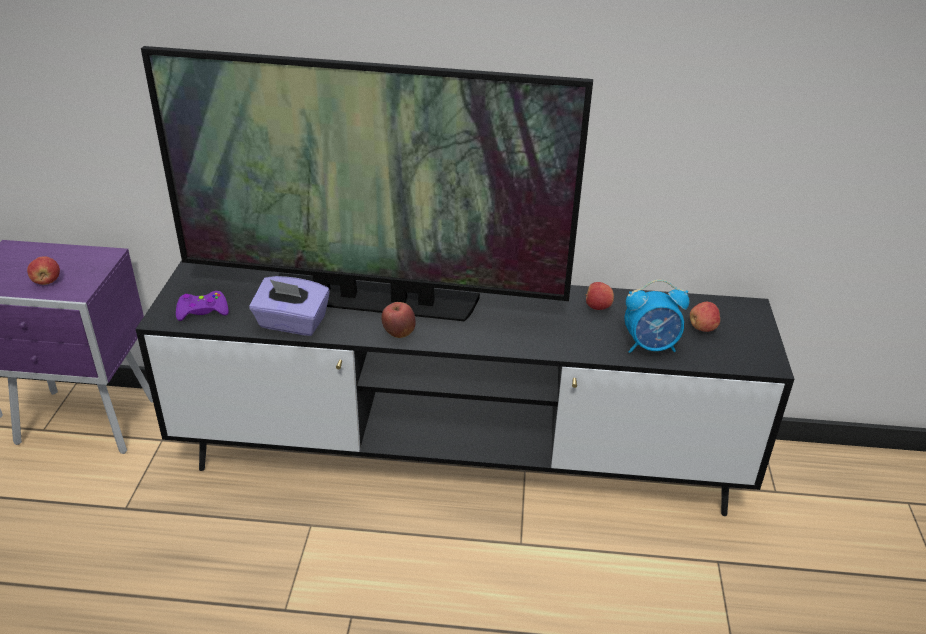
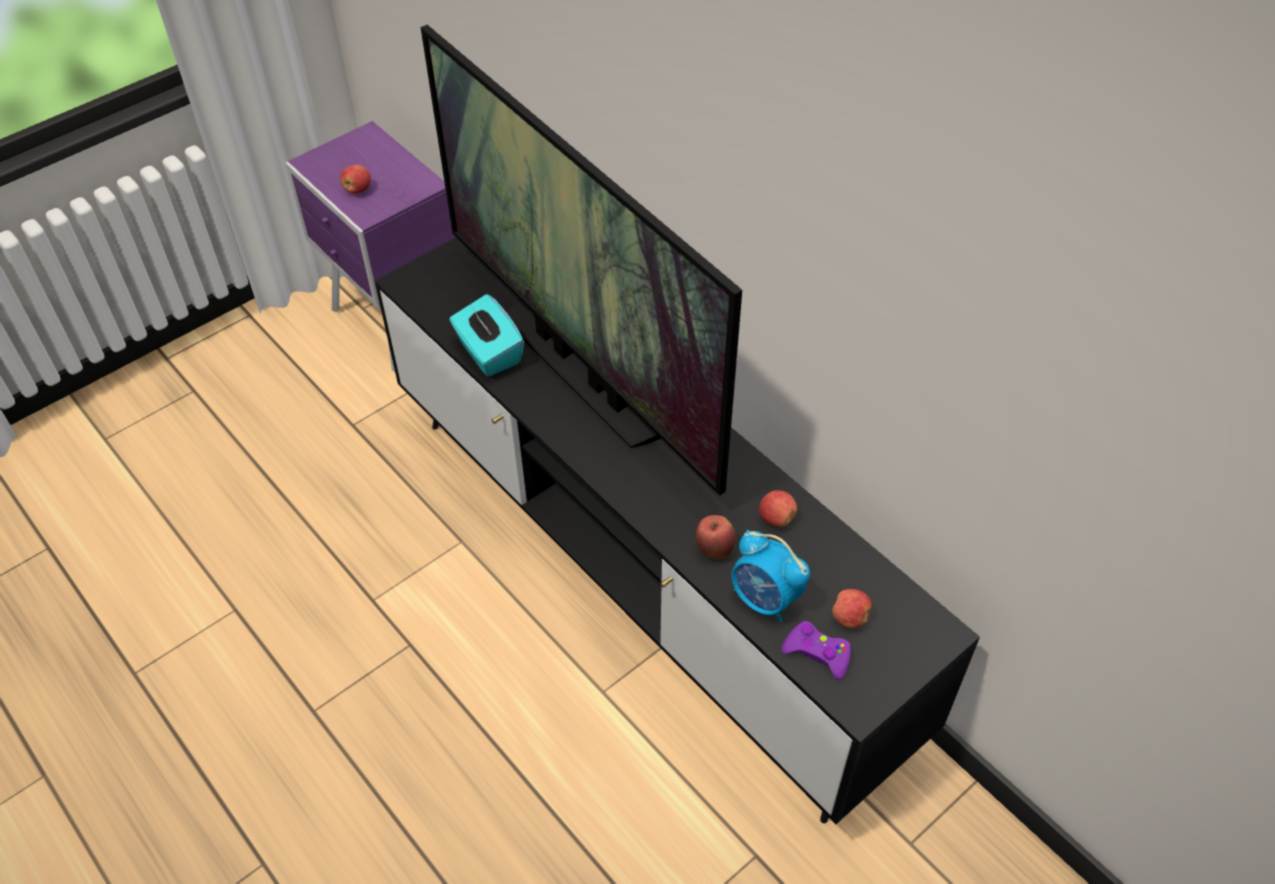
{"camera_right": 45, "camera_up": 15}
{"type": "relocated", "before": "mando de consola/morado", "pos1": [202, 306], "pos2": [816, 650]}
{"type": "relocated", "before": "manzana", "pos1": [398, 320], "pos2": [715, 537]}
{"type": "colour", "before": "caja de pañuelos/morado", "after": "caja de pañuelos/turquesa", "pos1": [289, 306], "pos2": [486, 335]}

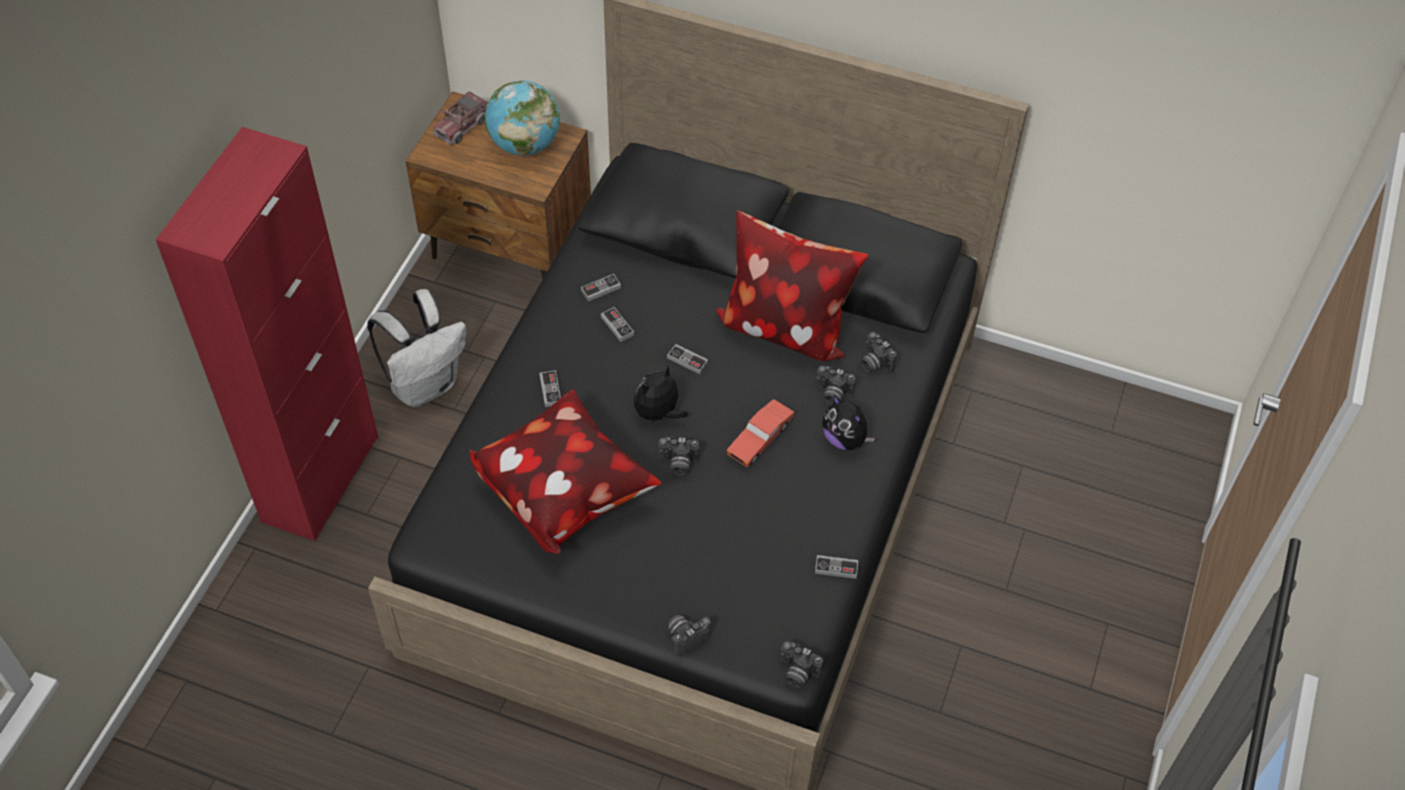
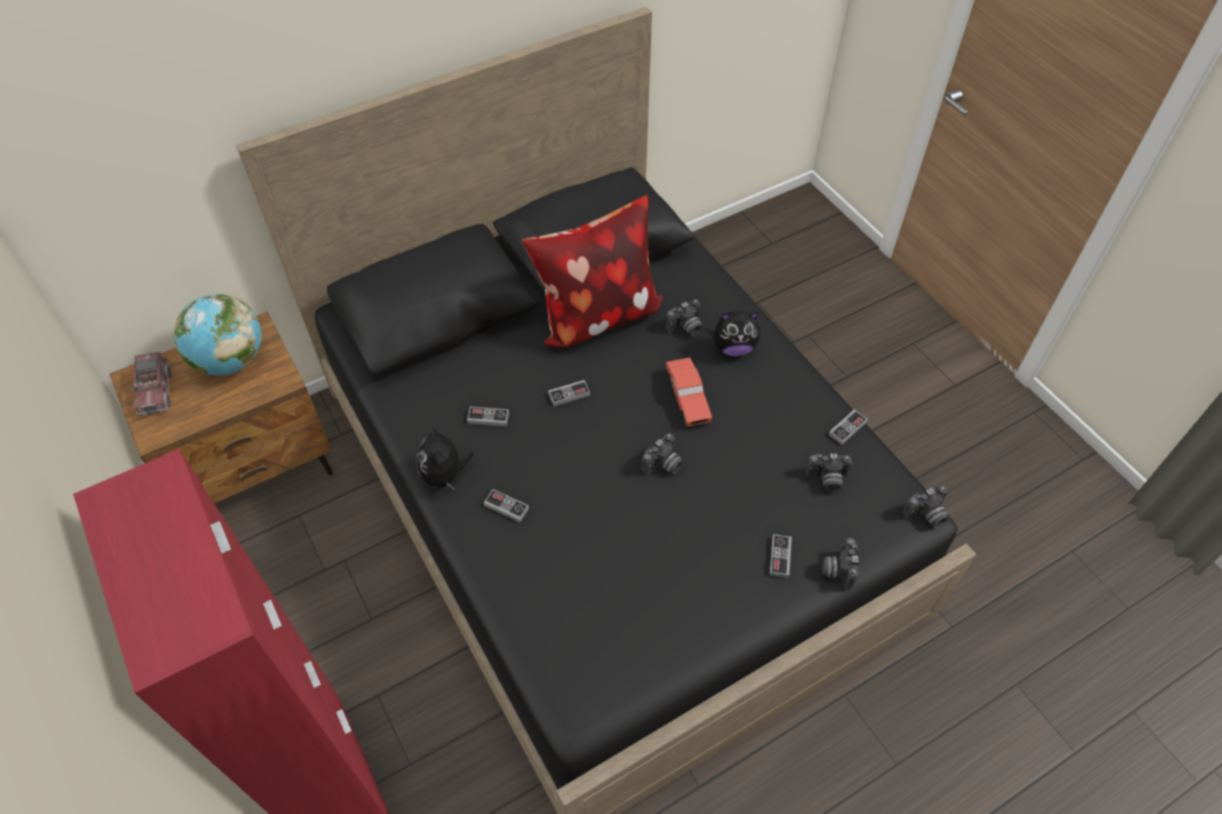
{"camera_right": -50, "camera_up": 0}
{"type": "missing", "before": "mochila/blanco", "pos1": [416, 348]}
{"type": "missing", "before": "cojín", "pos1": [565, 471]}
{"type": "relocated", "before": "mando de consola", "pos1": [601, 288], "pos2": [781, 556]}
{"type": "relocated", "before": "peluche", "pos1": [661, 396], "pos2": [445, 457]}
{"type": "relocated", "before": "cámara", "pos1": [879, 352], "pos2": [829, 472]}

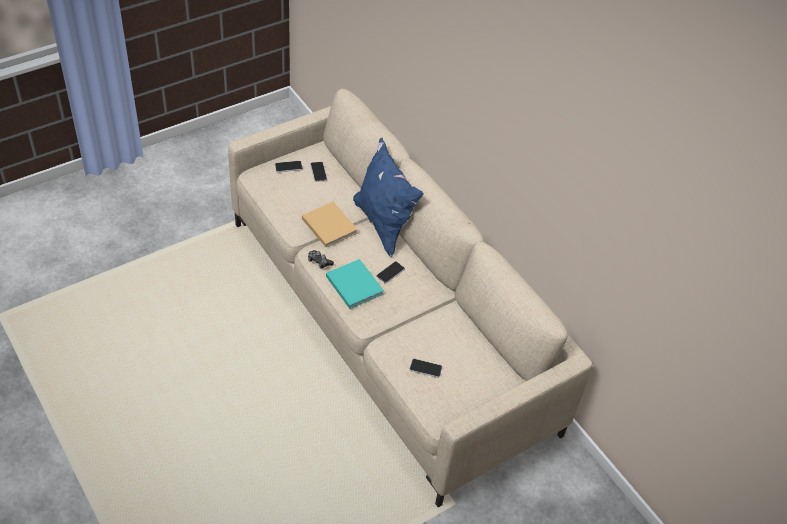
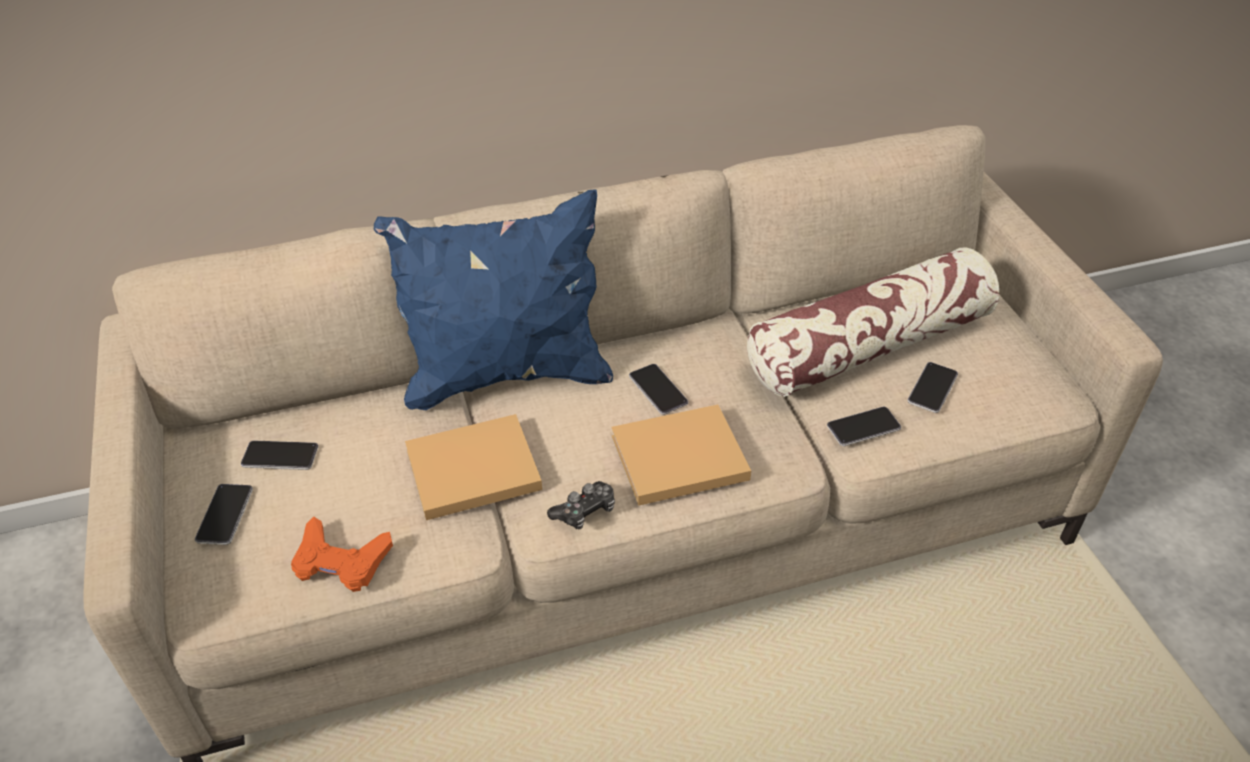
{"camera_right": -70, "camera_up": -5}
{"type": "appeared", "after": "mando de consola/naranja", "pos2": [342, 554]}
{"type": "appeared", "after": "cojín", "pos2": [873, 322]}
{"type": "appeared", "after": "móvil", "pos2": [864, 426]}
{"type": "colour", "before": "libro/turquesa", "after": "libro/beis", "pos1": [355, 284], "pos2": [681, 455]}

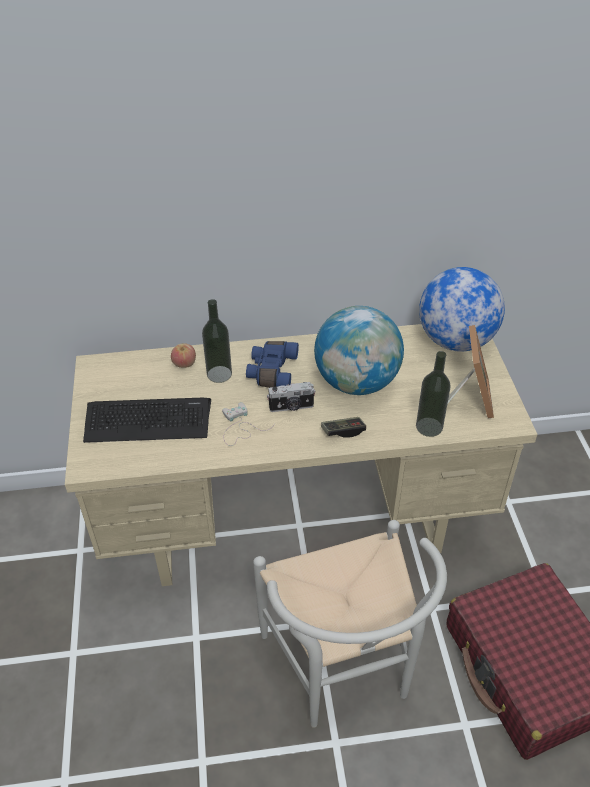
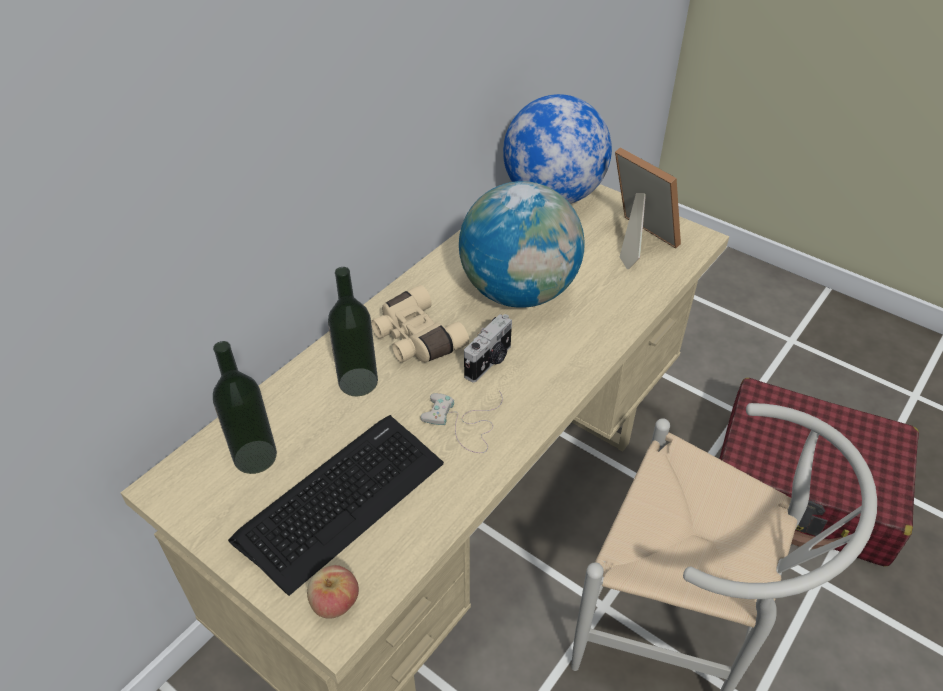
{"camera_right": -45, "camera_up": 0}
{"type": "missing", "before": "mando de consola", "pos1": [343, 427]}
{"type": "relocated", "before": "manzana", "pos1": [183, 355], "pos2": [333, 592]}
{"type": "relocated", "before": "botella", "pos1": [433, 394], "pos2": [245, 407]}
{"type": "colour", "before": "prismáticos/azul", "after": "prismáticos/beis", "pos1": [272, 364], "pos2": [420, 323]}

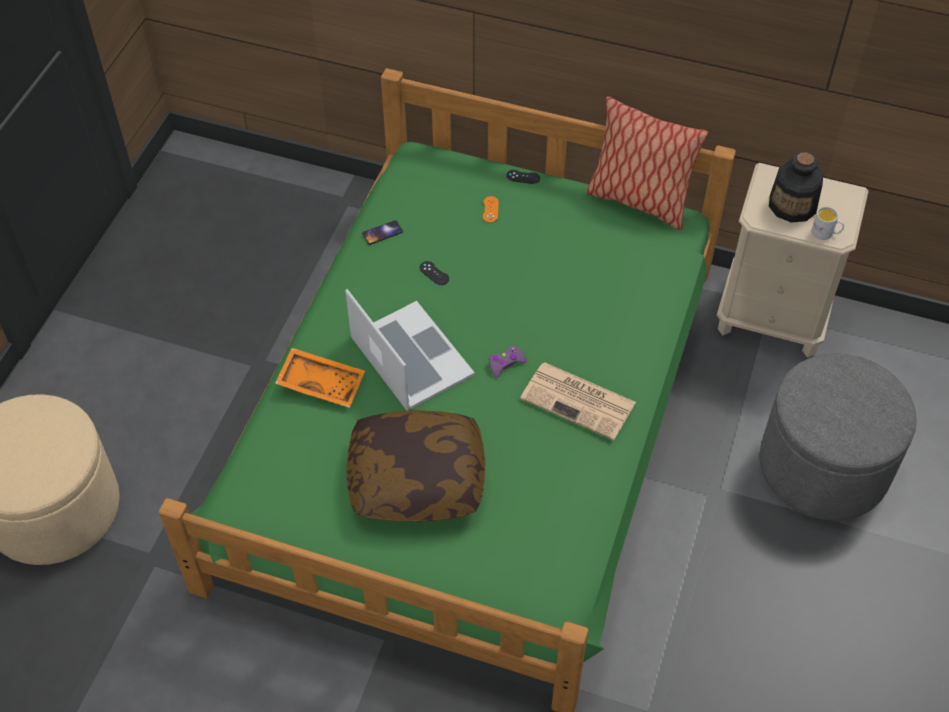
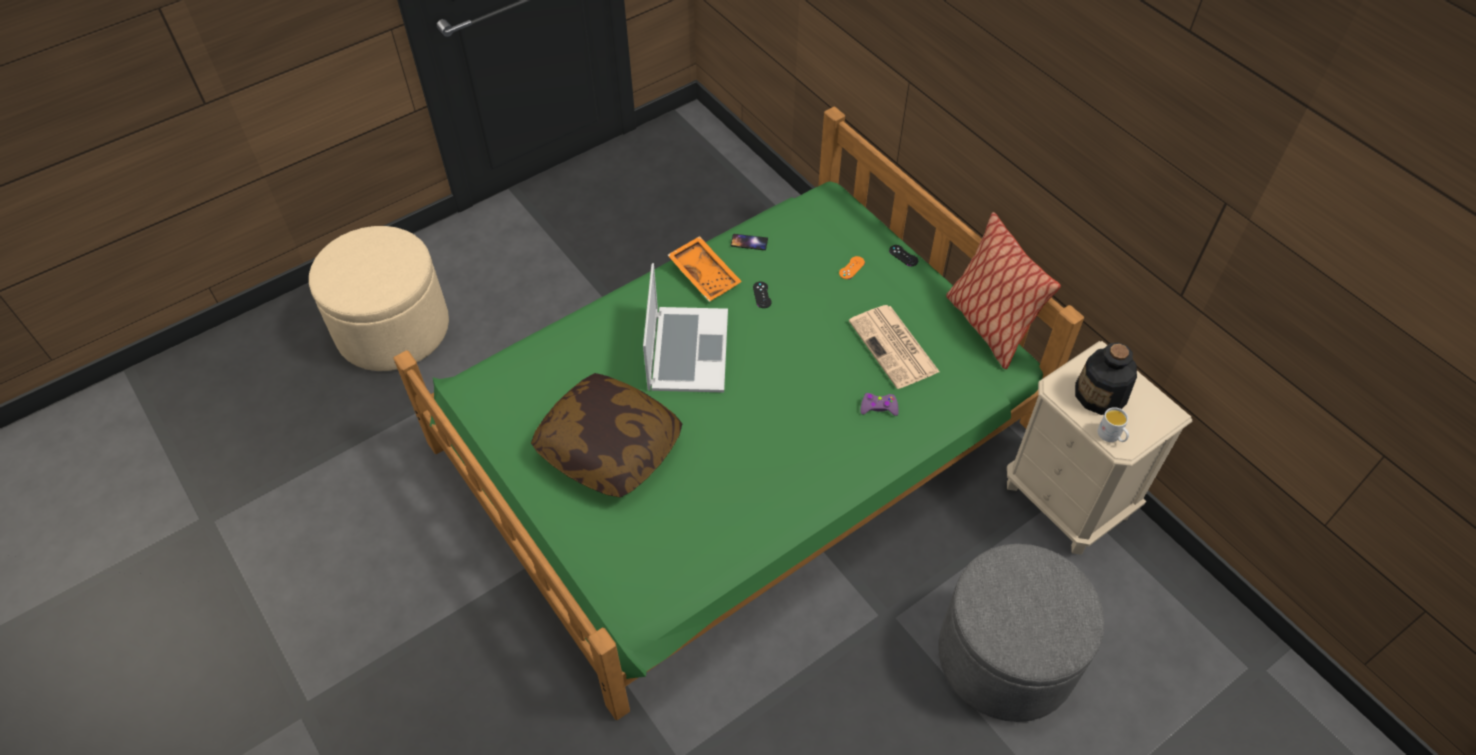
{"camera_right": 35, "camera_up": 0}
{"type": "relocated", "before": "bandeja/naranja", "pos1": [320, 378], "pos2": [705, 269]}
{"type": "relocated", "before": "mando de consola/morado", "pos1": [508, 361], "pos2": [879, 404]}
{"type": "relocated", "before": "periódico", "pos1": [578, 401], "pos2": [894, 347]}

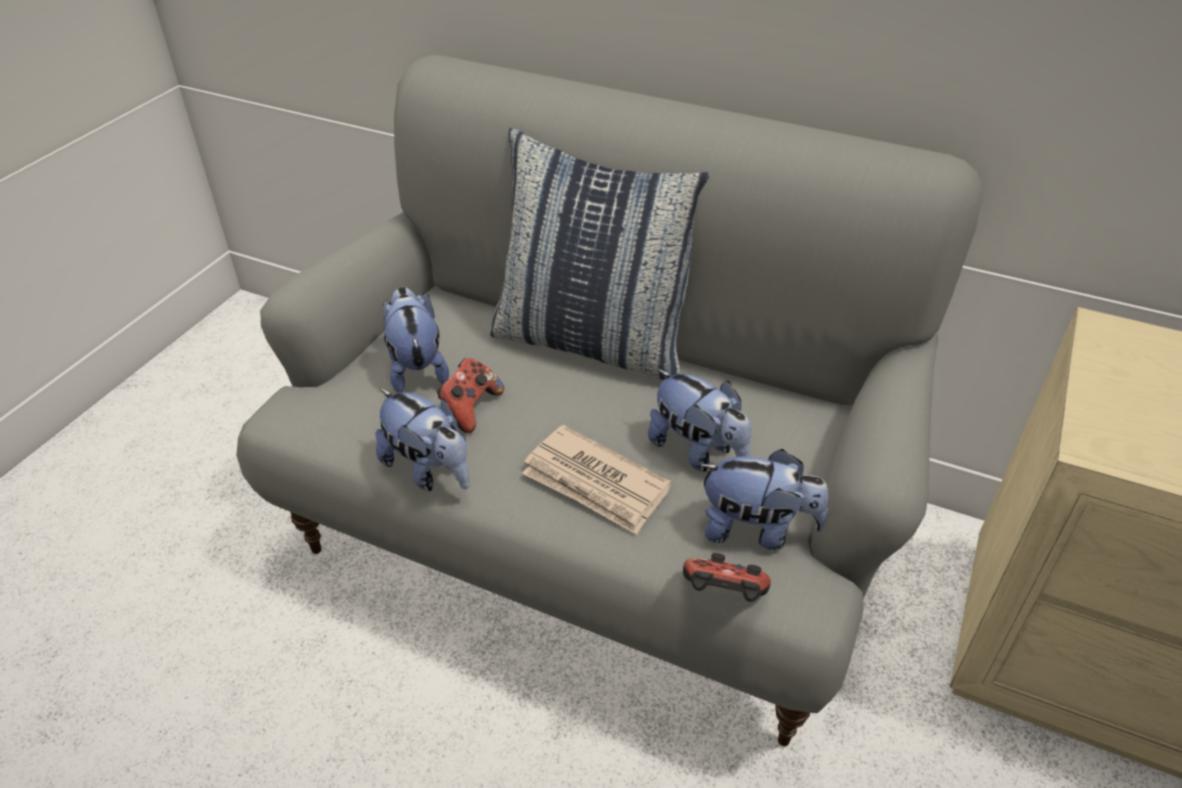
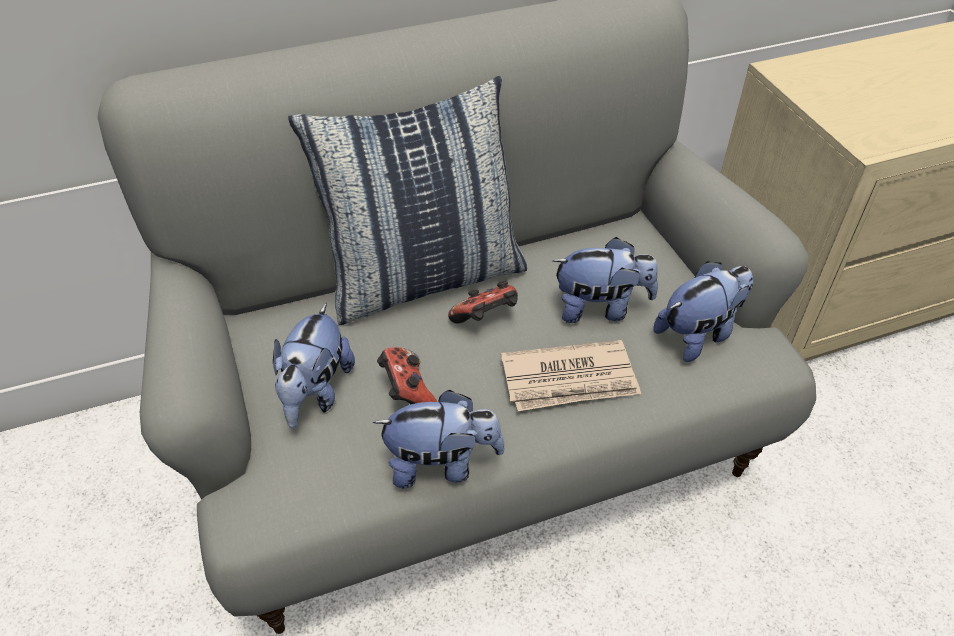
{"camera_right": -45, "camera_up": 5}
{"type": "relocated", "before": "mando de consola", "pos1": [727, 577], "pos2": [483, 302]}
{"type": "spun", "before": "peluche", "pos1": [416, 340], "pos2": [314, 365], "turn": -105}

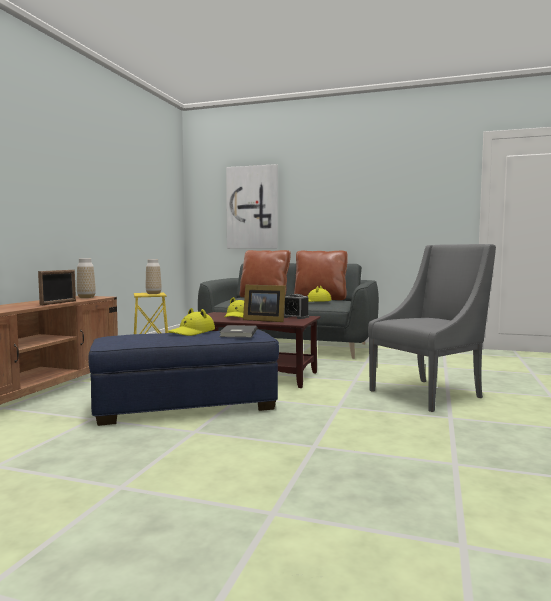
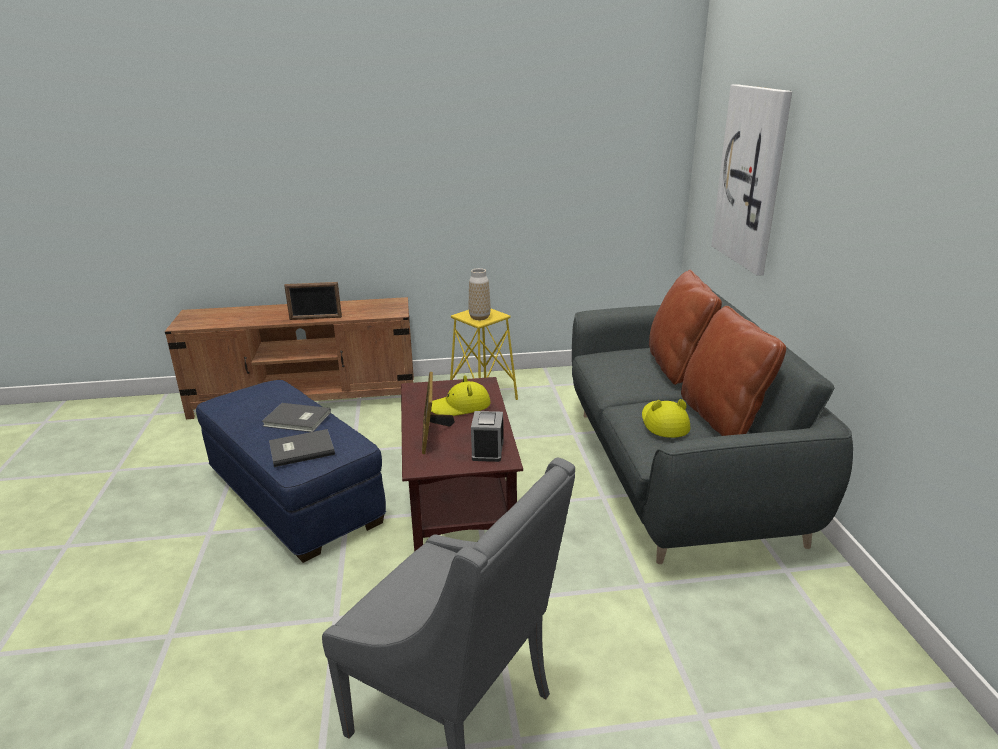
{"camera_right": 65, "camera_up": 20}
{"type": "missing", "before": "florero", "pos1": [86, 278]}
{"type": "exchanged", "before": "sombrero/amarillo", "after": "libro/gris", "pos1": [191, 322], "pos2": [296, 417]}

